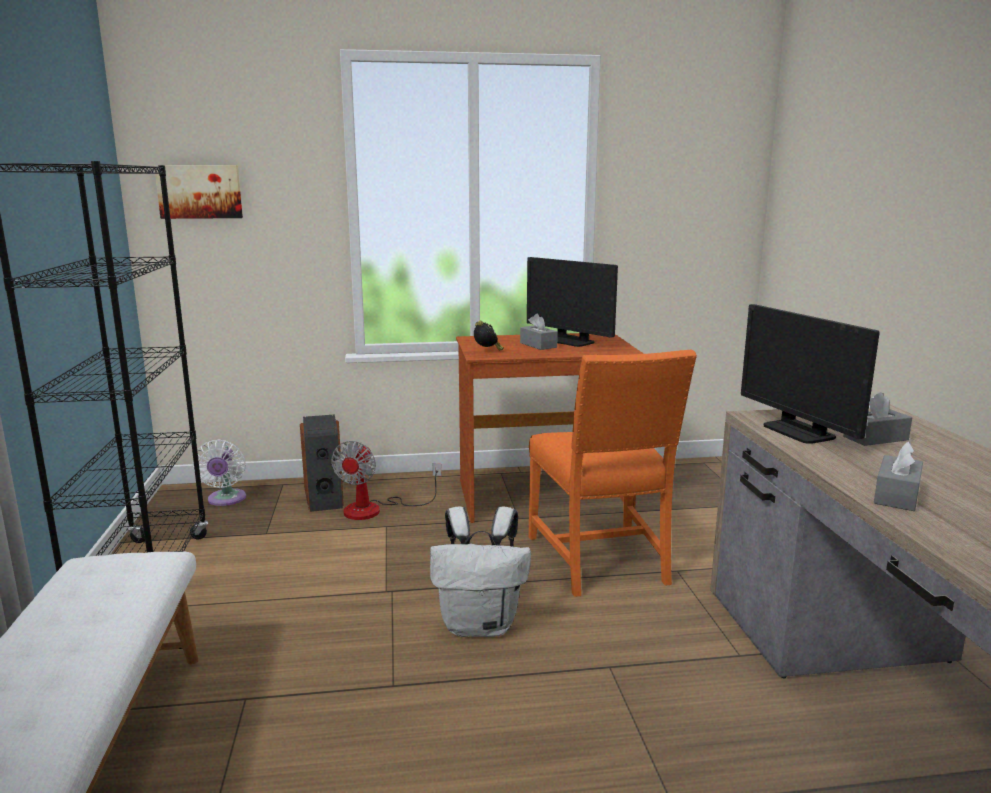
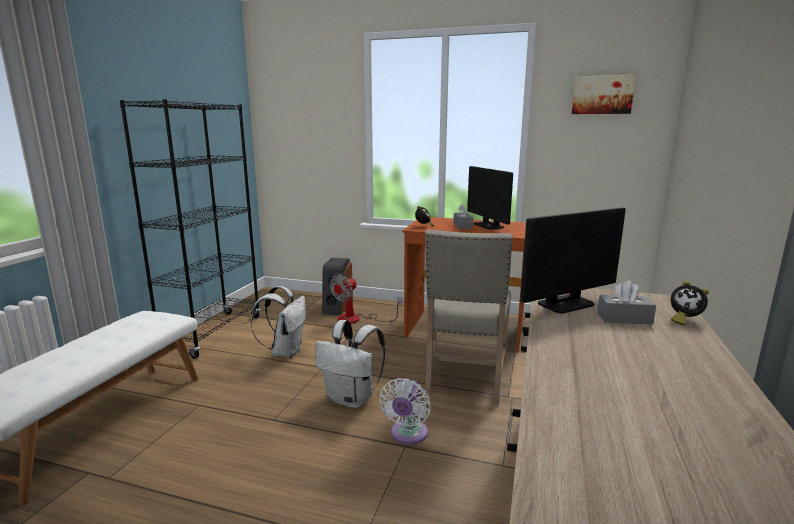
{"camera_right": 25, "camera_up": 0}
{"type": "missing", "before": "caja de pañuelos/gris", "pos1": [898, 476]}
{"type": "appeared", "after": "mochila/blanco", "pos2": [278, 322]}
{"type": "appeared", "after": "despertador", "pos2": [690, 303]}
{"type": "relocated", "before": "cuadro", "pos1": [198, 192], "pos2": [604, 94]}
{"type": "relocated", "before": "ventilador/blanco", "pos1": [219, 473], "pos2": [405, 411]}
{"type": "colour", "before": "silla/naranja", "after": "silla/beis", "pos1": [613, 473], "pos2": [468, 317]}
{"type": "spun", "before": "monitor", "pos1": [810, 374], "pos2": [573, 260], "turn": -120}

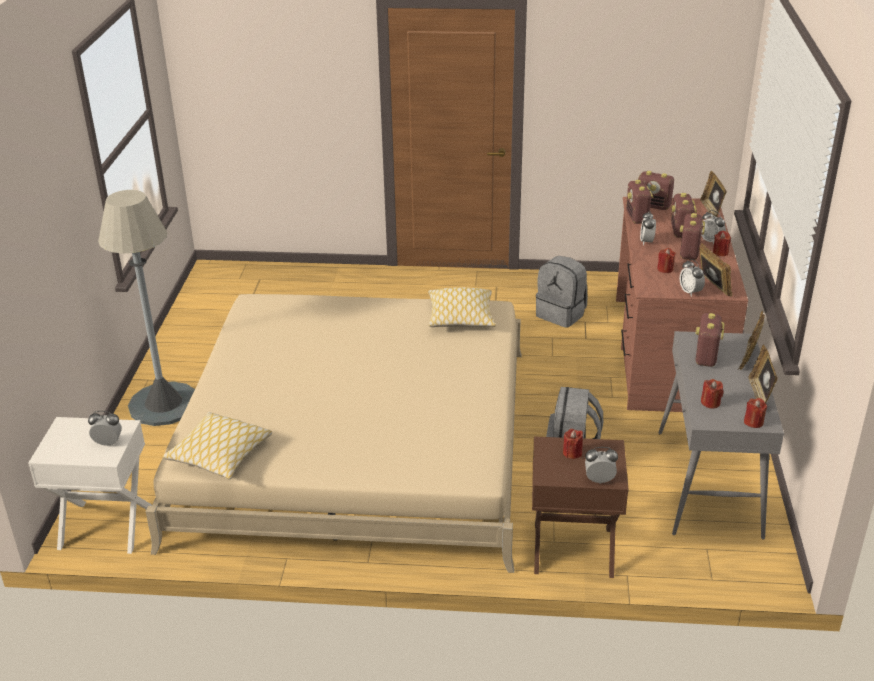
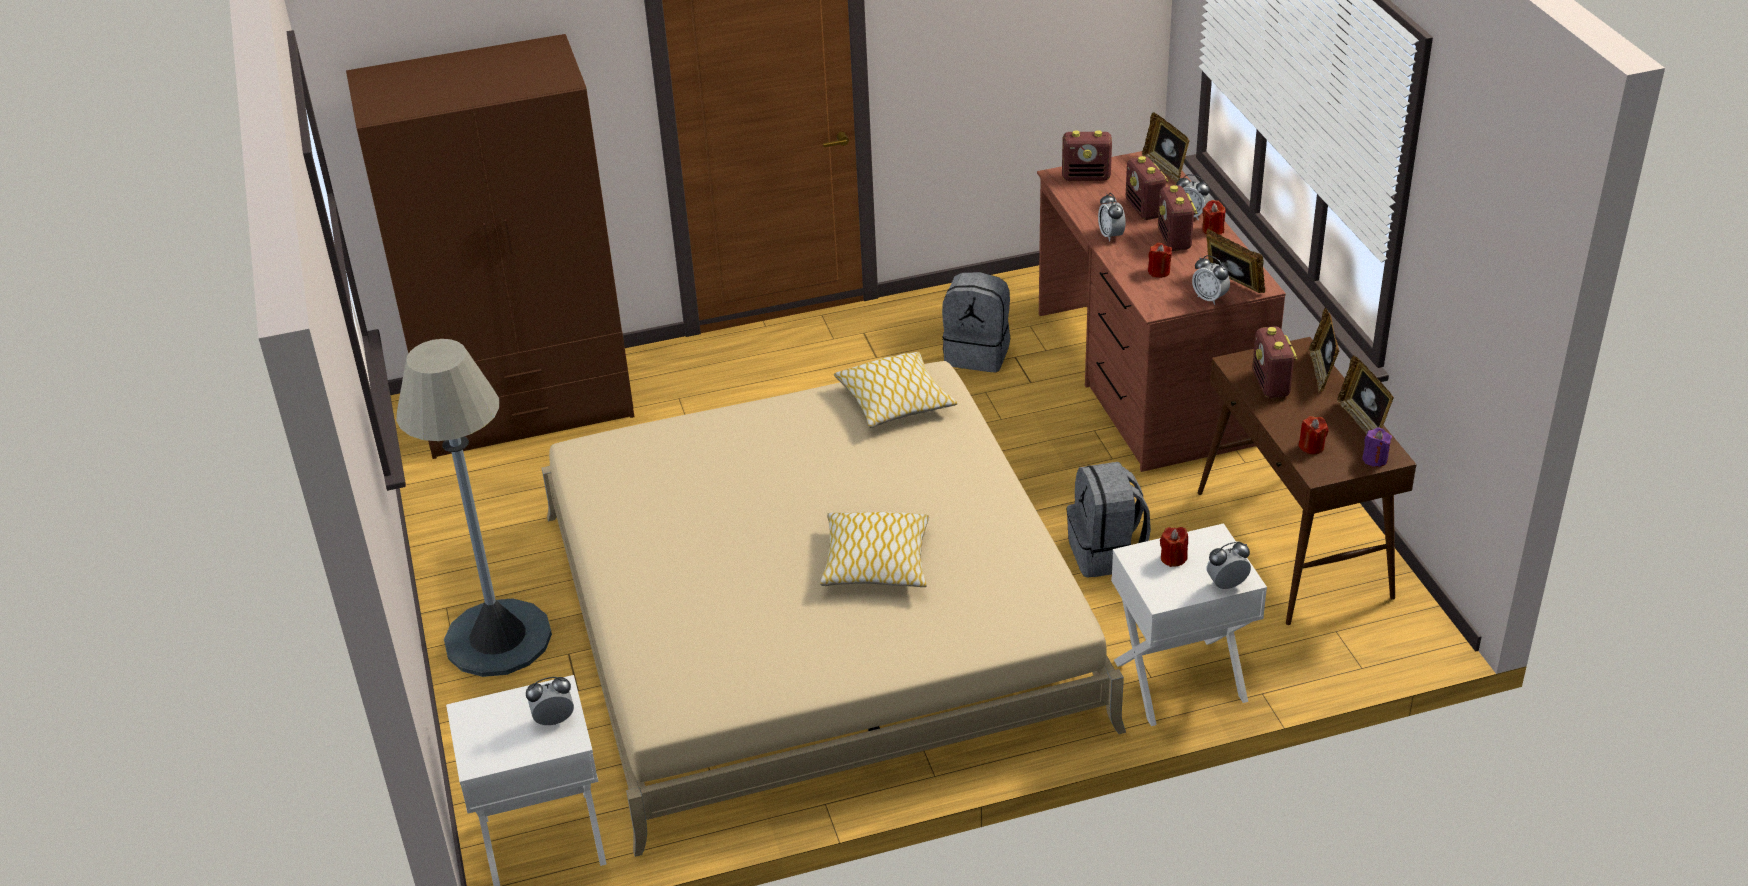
{"camera_right": -20, "camera_up": 5}
{"type": "missing", "before": "radio", "pos1": [640, 202]}
{"type": "appeared", "after": "armario ropero/marrón", "pos2": [490, 246]}
{"type": "relocated", "before": "cojín", "pos1": [217, 446], "pos2": [874, 549]}
{"type": "colour", "before": "mesita de noche/marrón", "after": "mesita de noche/blanco", "pos1": [580, 507], "pos2": [1189, 624]}
{"type": "colour", "before": "mesa consola/gris", "after": "mesa consola/marrón", "pos1": [721, 435], "pos2": [1307, 481]}
{"type": "colour", "before": "vela/rojo", "after": "vela/morado", "pos1": [755, 413], "pos2": [1377, 447]}

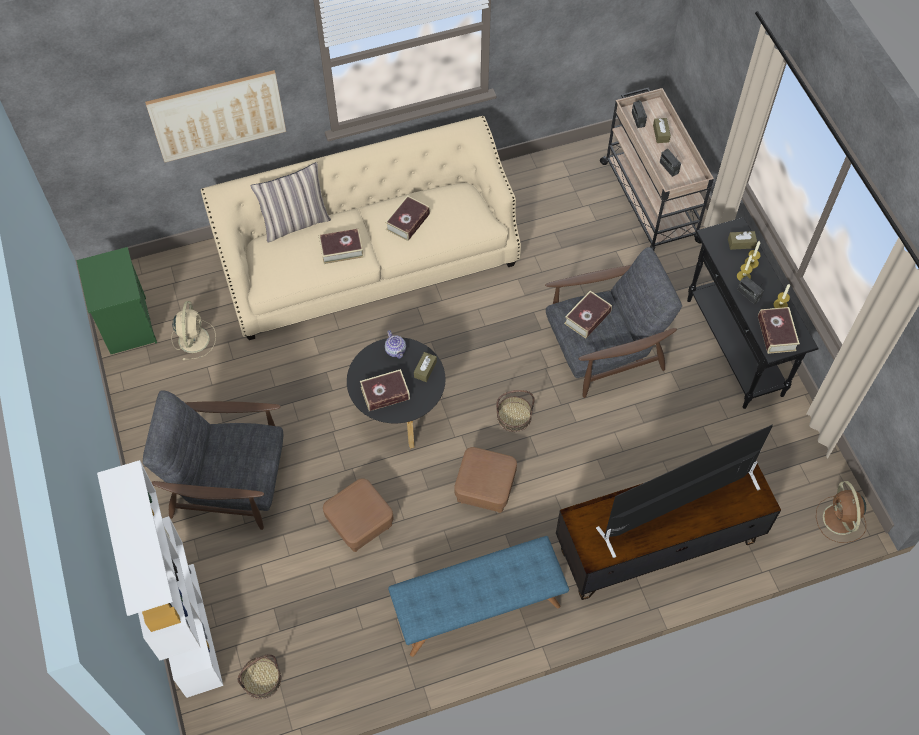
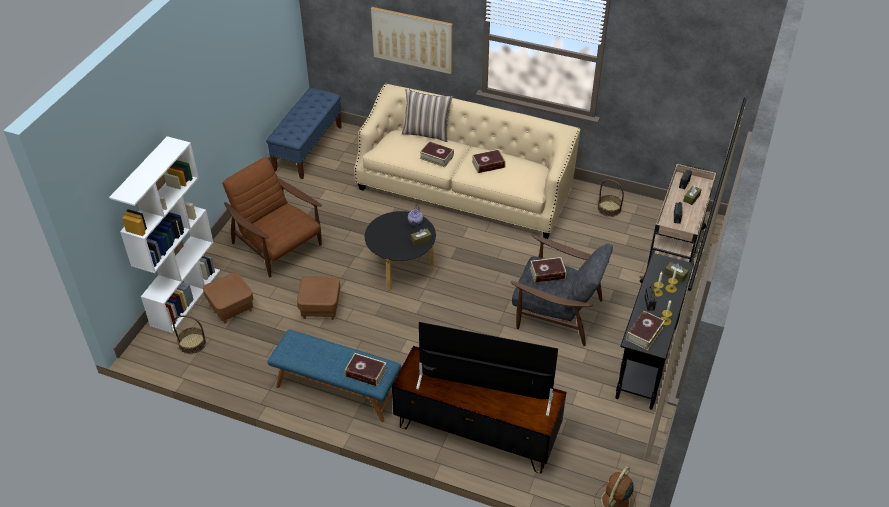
{"camera_right": 40, "camera_up": -15}
{"type": "missing", "before": "ventilador/beis", "pos1": [193, 330]}
{"type": "relocated", "before": "libro", "pos1": [385, 390], "pos2": [366, 370]}
{"type": "relocated", "before": "puf/marrón", "pos1": [485, 480], "pos2": [228, 298]}
{"type": "relocated", "before": "cesta", "pos1": [515, 411], "pos2": [610, 198]}
{"type": "exchanged", "before": "mesita de noche/verde", "after": "banco/azul", "pos1": [117, 300], "pos2": [304, 133]}
{"type": "colour", "before": "sillón/gris", "after": "sillón/marrón", "pos1": [213, 460], "pos2": [272, 217]}

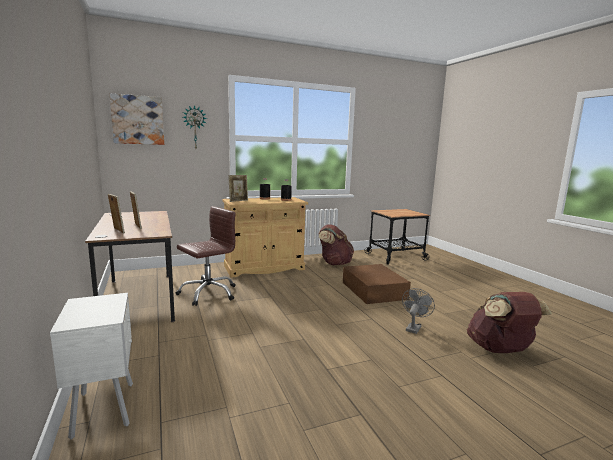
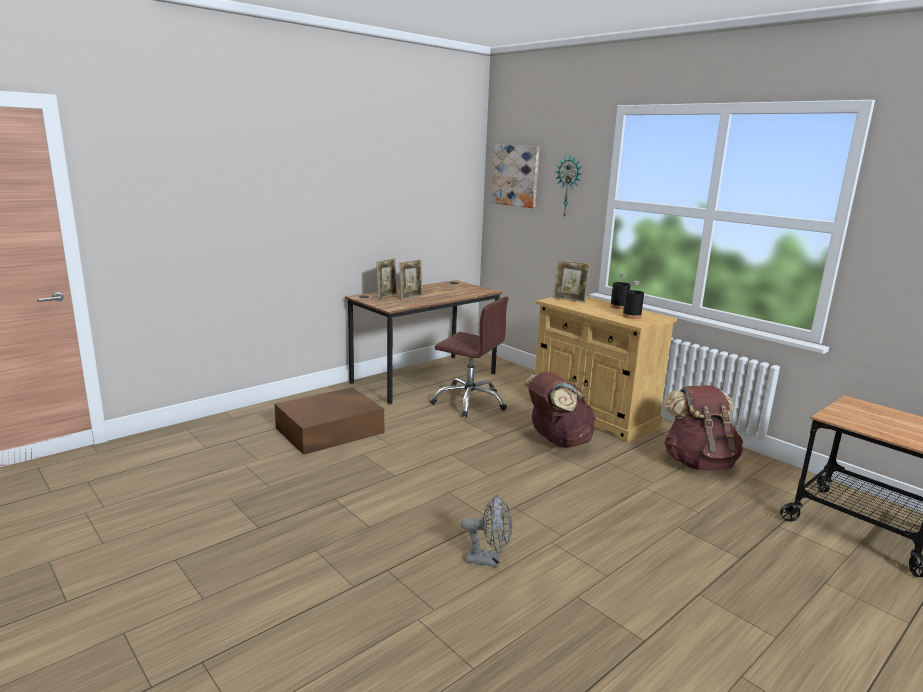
{"camera_right": 70, "camera_up": 5}
{"type": "missing", "before": "mesita de noche/blanco", "pos1": [91, 366]}
{"type": "relocated", "before": "caja de almacenaje/marrón", "pos1": [377, 284], "pos2": [329, 421]}
{"type": "relocated", "before": "mochila/marrón", "pos1": [509, 322], "pos2": [559, 410]}

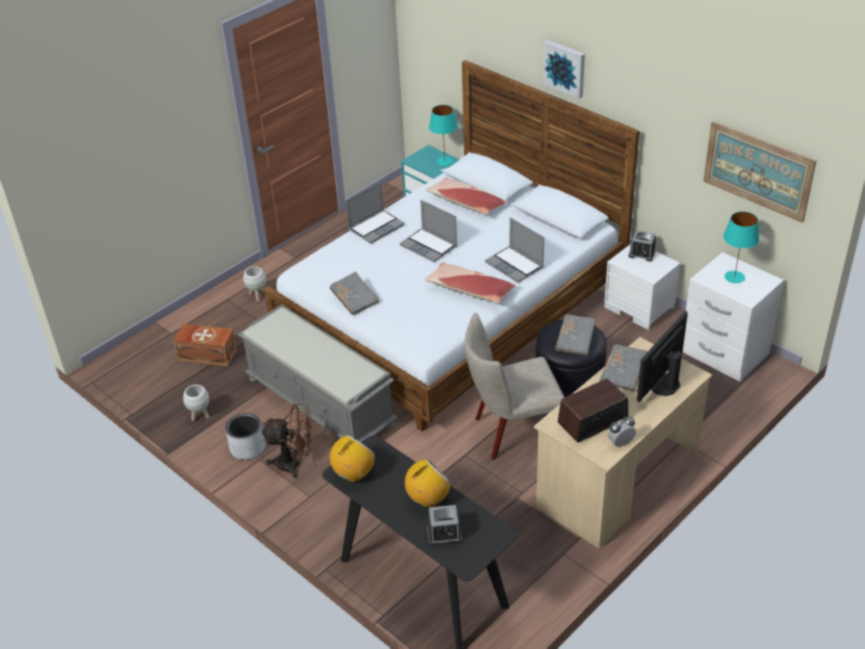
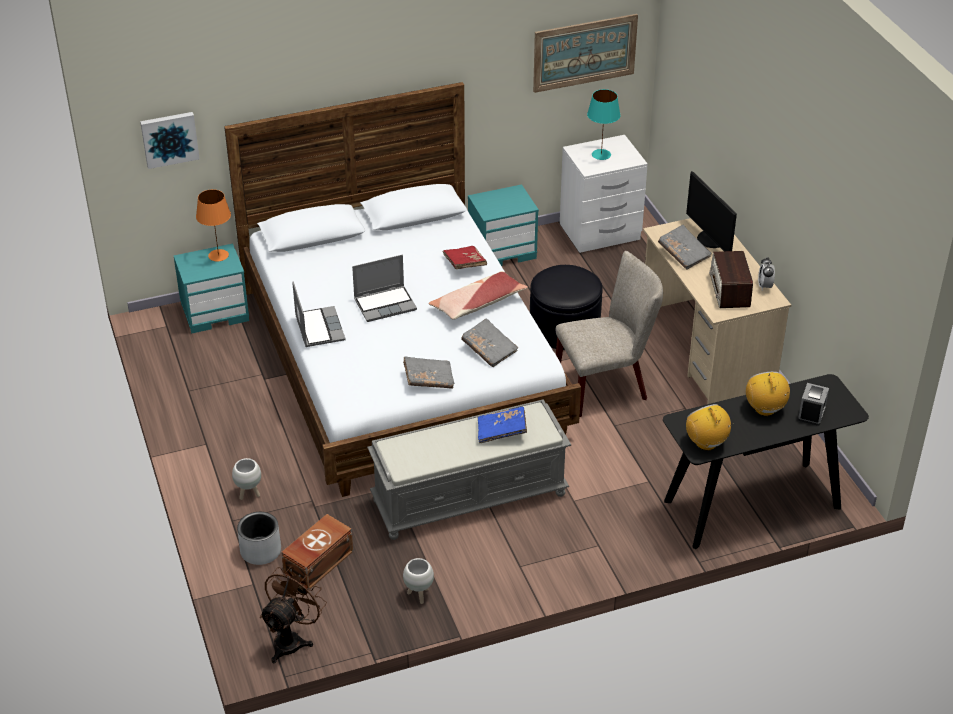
{"camera_right": -65, "camera_up": 0}
{"type": "missing", "before": "cojín", "pos1": [466, 196]}
{"type": "missing", "before": "despertador", "pos1": [642, 246]}
{"type": "appeared", "after": "libro/azul", "pos2": [502, 424]}
{"type": "relocated", "before": "maceta/gris", "pos1": [245, 436], "pos2": [259, 538]}
{"type": "relocated", "before": "ventilador/marrón", "pos1": [286, 441], "pos2": [293, 614]}
{"type": "relocated", "before": "cuadro", "pos1": [564, 69], "pos2": [170, 140]}
{"type": "relocated", "before": "libro/gris", "pos1": [575, 335], "pos2": [489, 342]}
{"type": "exchanged", "before": "portátil", "after": "libro/rojo", "pos1": [514, 250], "pos2": [465, 258]}
{"type": "colour", "before": "lámpara de mesa/turquesa", "after": "lámpara de mesa/naranja", "pos1": [443, 135], "pos2": [213, 225]}
{"type": "colour", "before": "mesita de noche/blanco", "after": "mesita de noche/turquesa", "pos1": [642, 287], "pos2": [503, 225]}
{"type": "spun", "before": "silla/beis", "pos1": [515, 386], "pos2": [609, 334], "turn": -120}

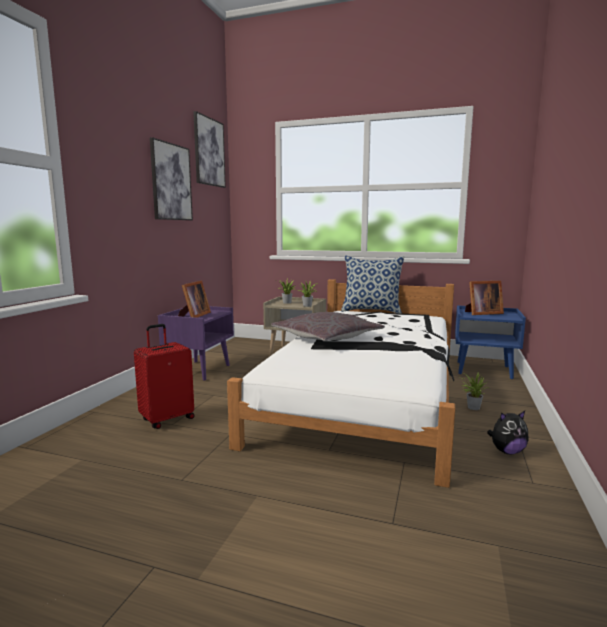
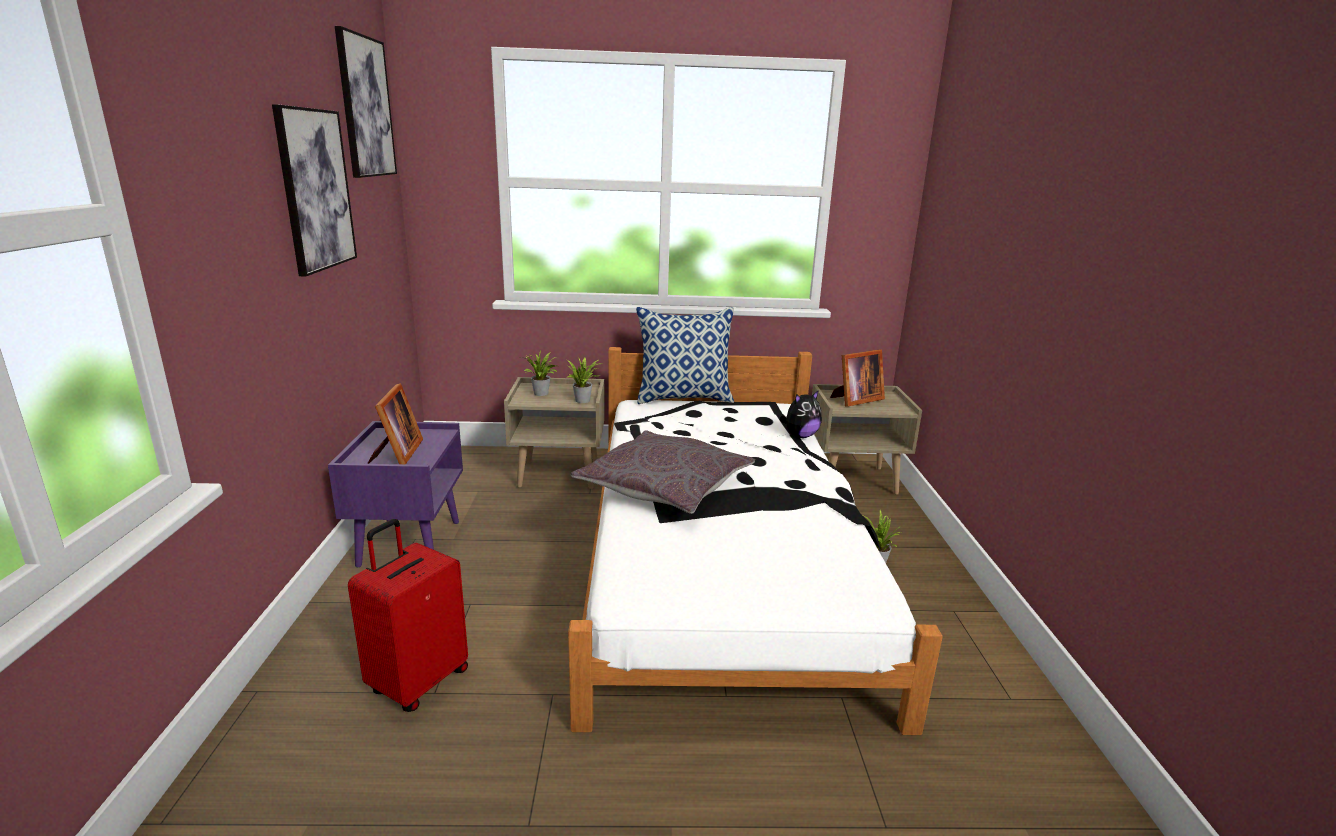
{"camera_right": -20, "camera_up": 10}
{"type": "relocated", "before": "peluche", "pos1": [508, 432], "pos2": [801, 414]}
{"type": "colour", "before": "mesita de noche/azul", "after": "mesita de noche/beis", "pos1": [490, 342], "pos2": [867, 439]}

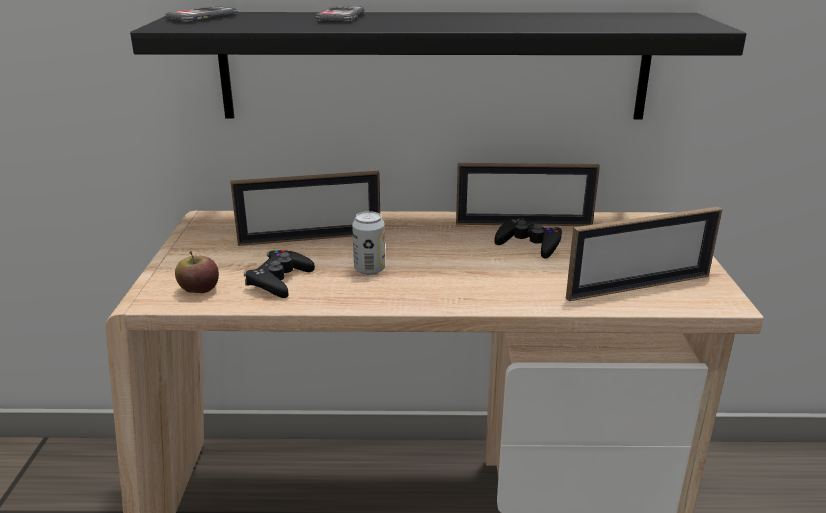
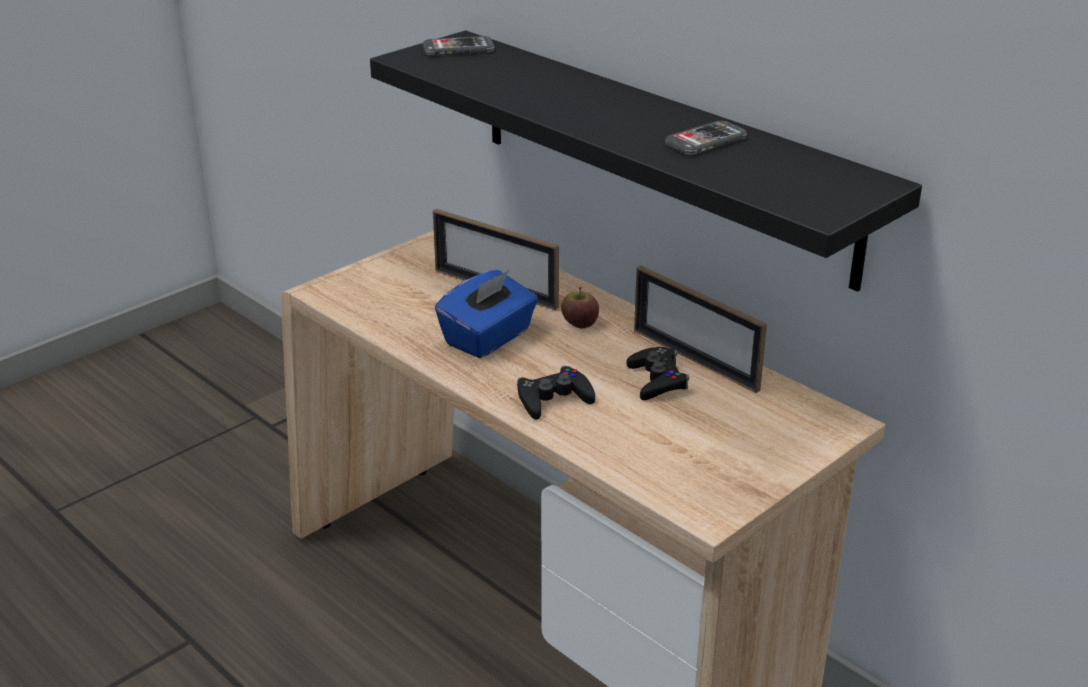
{"camera_right": 45, "camera_up": 5}
{"type": "missing", "before": "portarretratos", "pos1": [644, 254]}
{"type": "relocated", "before": "manzana", "pos1": [197, 272], "pos2": [580, 308]}
{"type": "relocated", "before": "mando de consola/negro", "pos1": [279, 274], "pos2": [556, 392]}
{"type": "relocated", "before": "móvil", "pos1": [340, 14], "pos2": [706, 138]}
{"type": "exchanged", "before": "lata", "after": "caja de pañuelos/azul", "pos1": [368, 243], "pos2": [486, 314]}

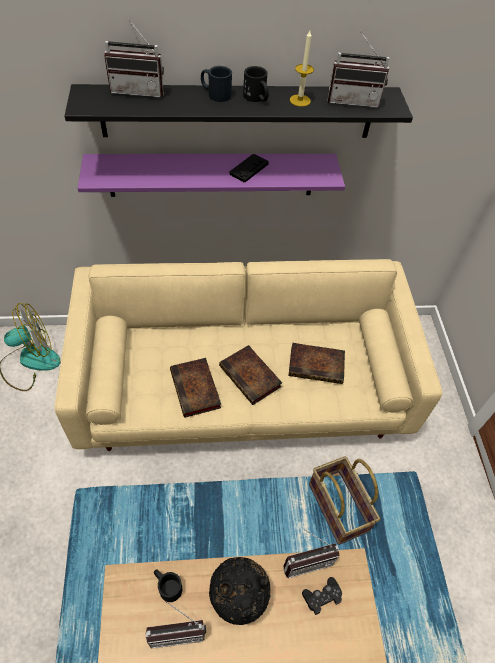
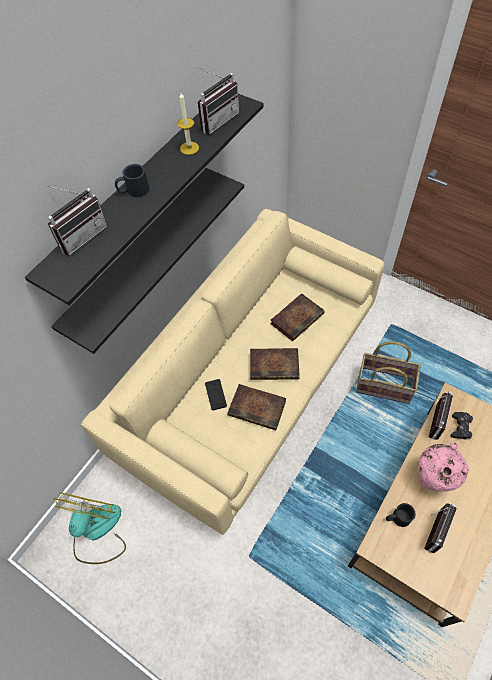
{"camera_right": -45, "camera_up": 5}
{"type": "missing", "before": "taza grande/negro", "pos1": [256, 84]}
{"type": "relocated", "before": "mando de consola/negro", "pos1": [249, 168], "pos2": [216, 394]}
{"type": "colour", "before": "estante/morado", "after": "estante/negro", "pos1": [211, 175], "pos2": [147, 261]}
{"type": "colour", "before": "florero/negro", "after": "florero/rosa", "pos1": [240, 591], "pos2": [443, 467]}

